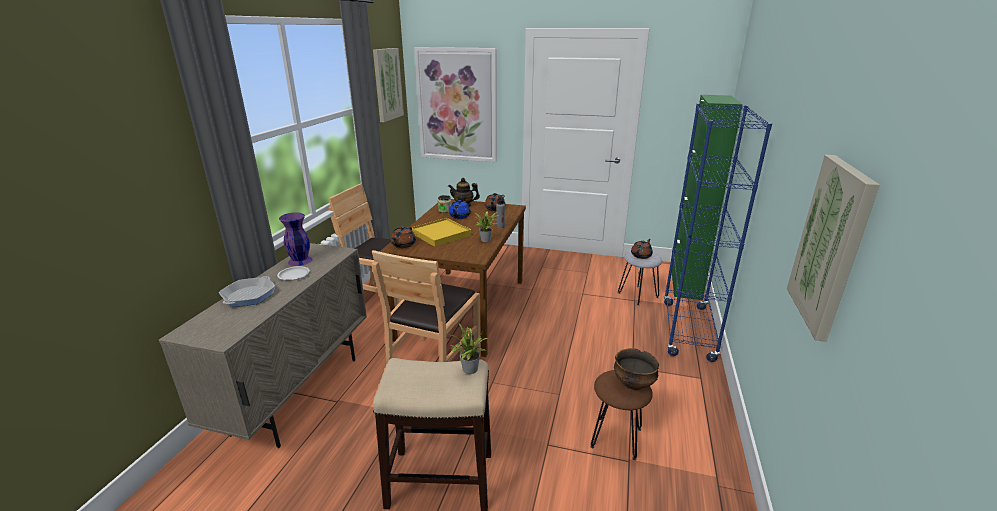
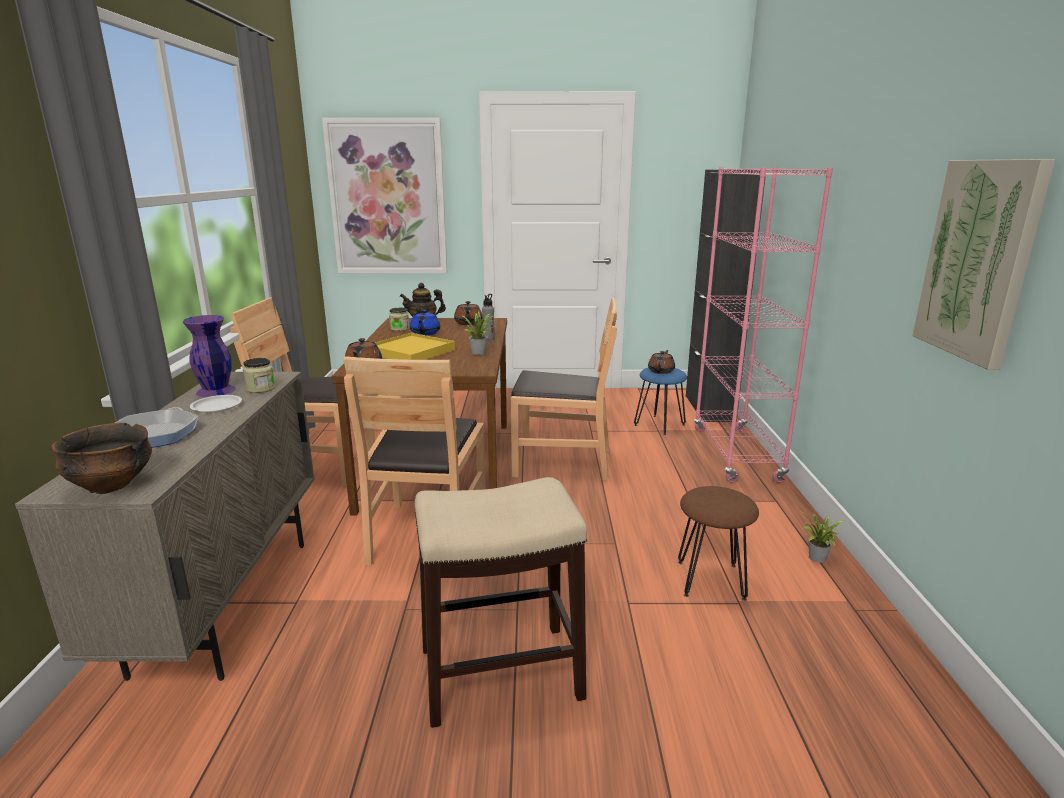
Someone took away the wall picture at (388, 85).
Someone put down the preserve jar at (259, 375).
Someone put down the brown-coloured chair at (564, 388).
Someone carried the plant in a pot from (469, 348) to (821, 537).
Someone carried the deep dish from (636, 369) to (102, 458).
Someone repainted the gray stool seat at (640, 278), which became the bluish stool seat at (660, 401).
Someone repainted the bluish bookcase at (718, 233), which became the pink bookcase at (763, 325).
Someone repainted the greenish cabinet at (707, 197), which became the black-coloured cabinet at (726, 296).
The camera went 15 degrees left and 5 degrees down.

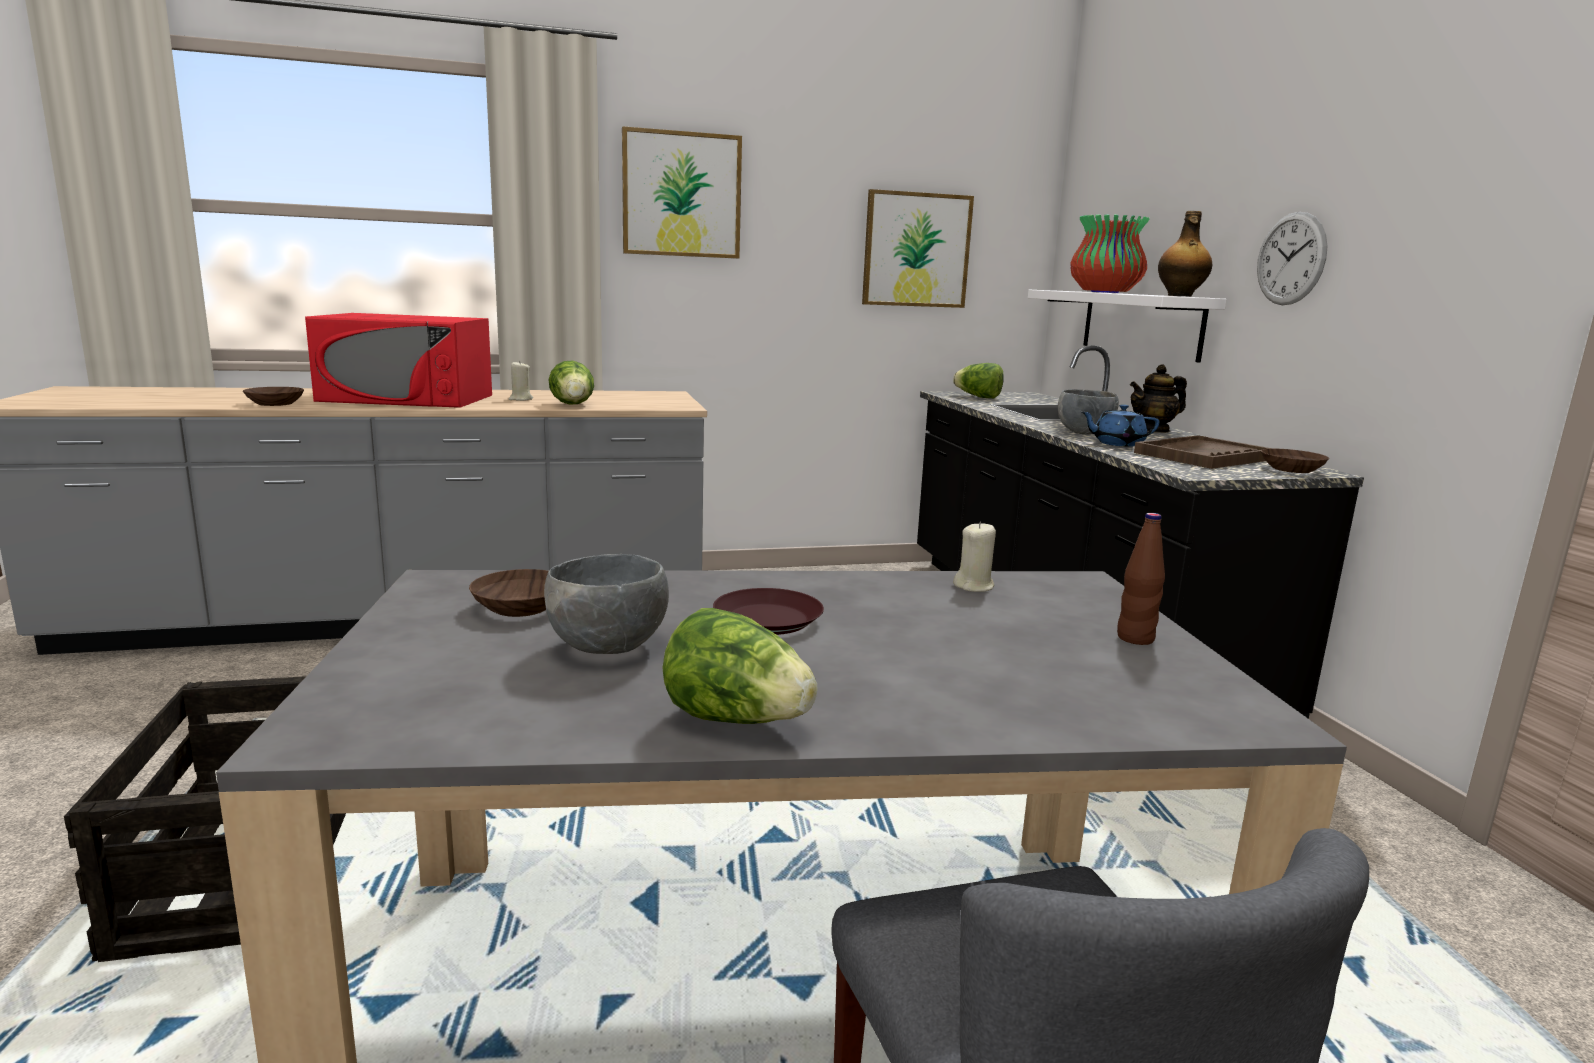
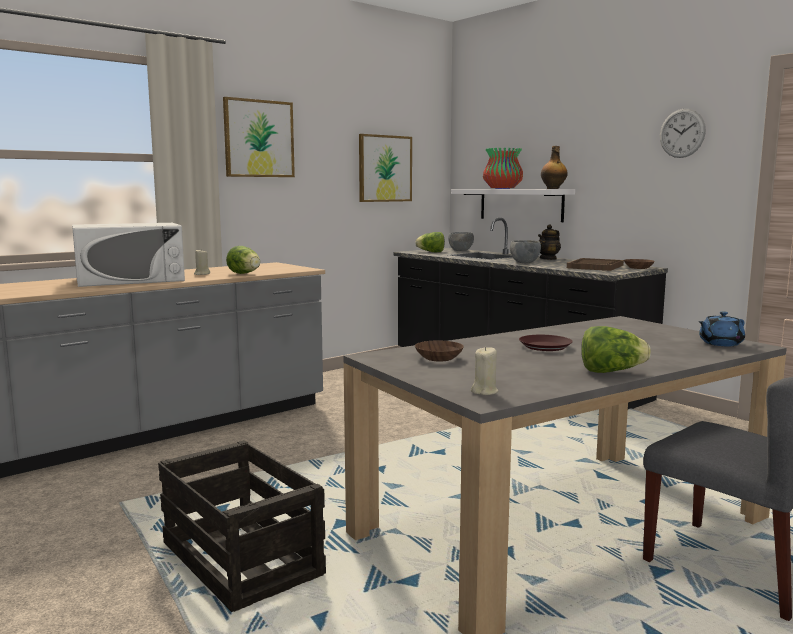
Someone took away the brown-coloured deep dish at (273, 396).
Someone took away the brown-coloured drink bottle at (1141, 579).
Someone carried the gray deep dish from (606, 604) to (461, 241).
Someone carried the beige wax candle from (974, 557) to (484, 370).
Someone carried the bluish pot for tea from (1120, 425) to (722, 328).
Someone carried the hanging clock from (1292, 258) to (683, 133).
Someone repainted the reddish kitchen microwave at (398, 360), which became the white-coloured kitchen microwave at (128, 255).
The camera went 25 degrees left and 5 degrees down.

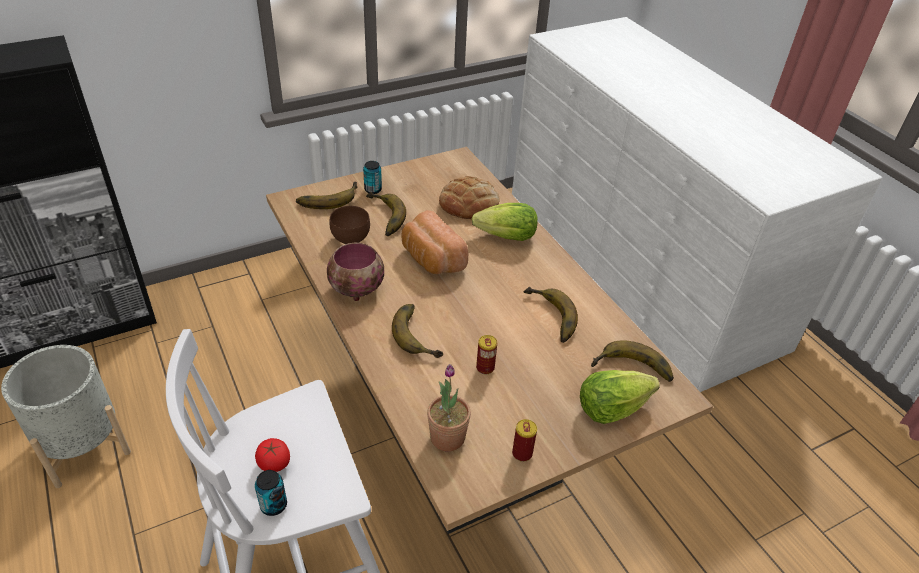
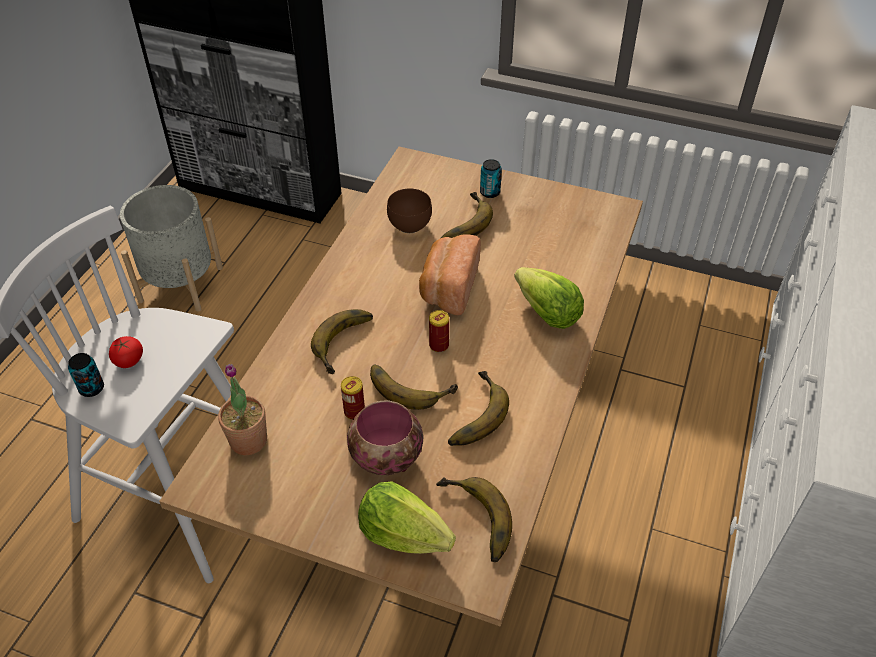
Someone took away the bakery bread at (469, 197).
Someone carried the banana from (327, 195) to (414, 387).
Someone carried the deep dish from (355, 272) to (385, 438).
Someone carried the sealed can from (524, 440) to (439, 331).
The camera went 50 degrees right and 5 degrees up.

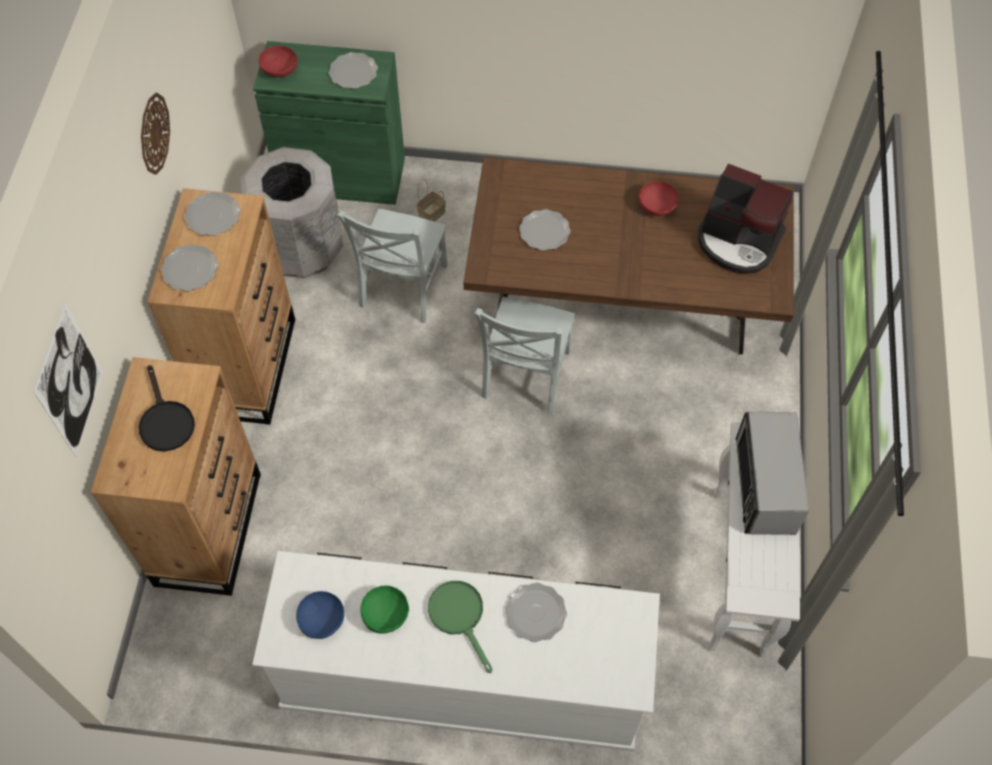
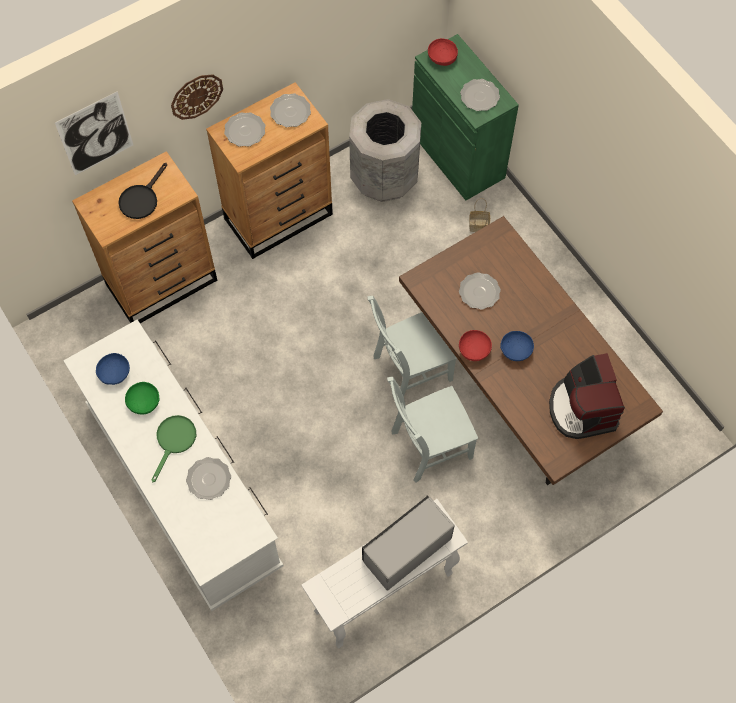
Someone put down the bluish deep dish at (517, 346).
Someone carried the hanging clock from (155, 134) to (197, 97).
Someone carried the gray chair from (392, 266) to (432, 430).
Someone carried the reddish deep dish from (658, 198) to (475, 345).
The camera went 50 degrees right and 5 degrees up.

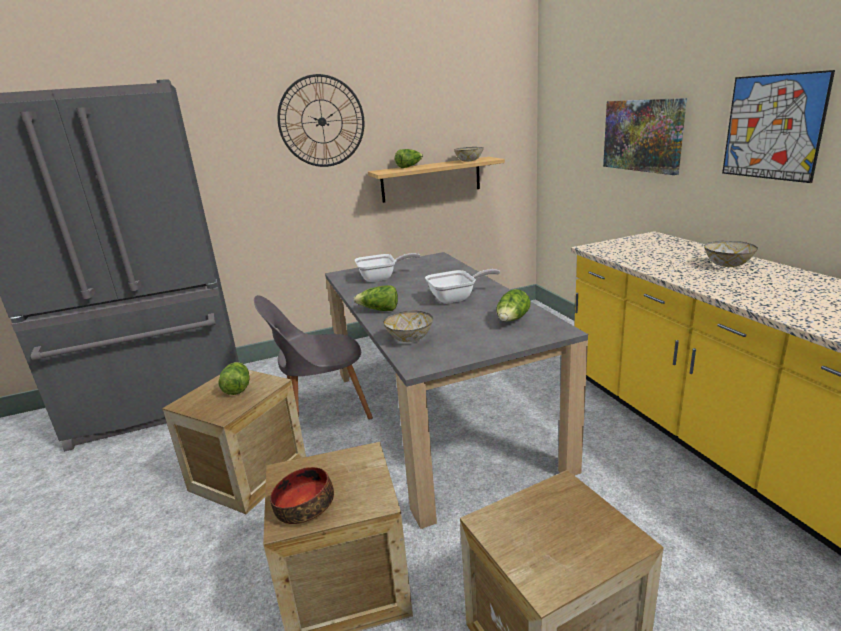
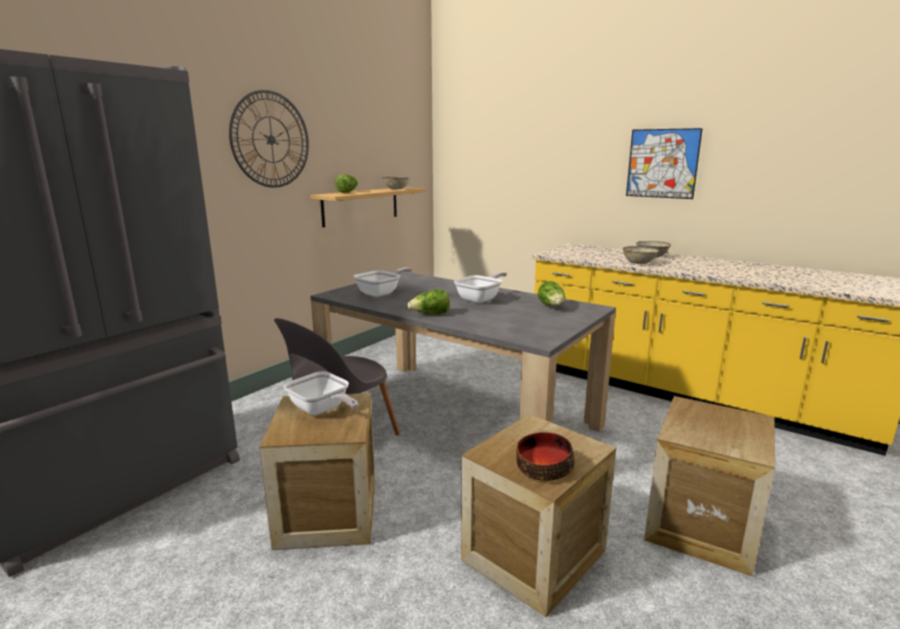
Someone took away the wall picture at (645, 136).
Someone carried the deep dish from (408, 326) to (641, 255).
Someone swapped the lettuce at (234, 378) for the pan at (321, 393).
The camera went 35 degrees left and 5 degrees down.

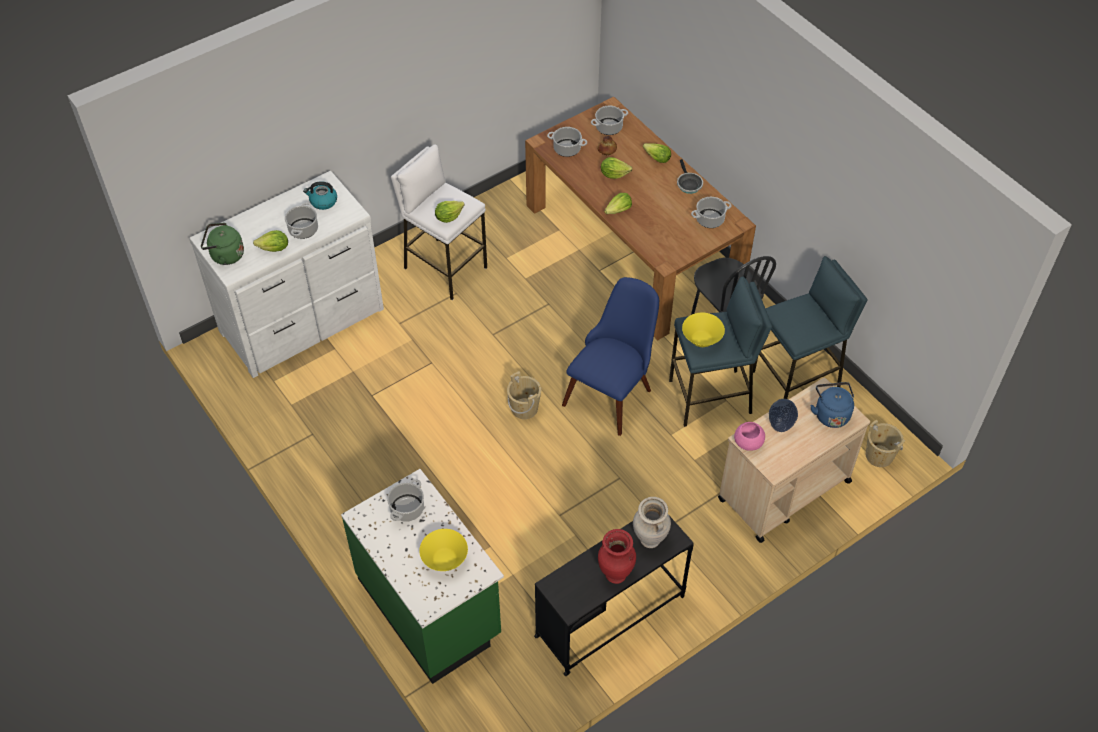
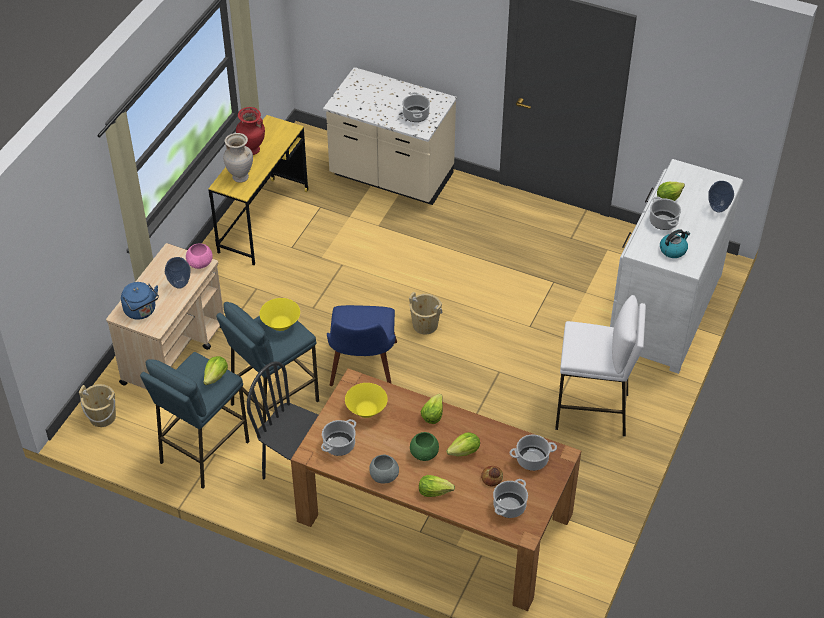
Someone took away the greenish kettle at (222, 244).
Someone put down the greenish deep dish at (424, 446).
Someone put down the flower vase at (721, 197).
Someone carried the yellowish deep dish from (443, 550) to (366, 400).
Someone carried the lettuce from (450, 212) to (215, 370).
Someone swapped the pan at (690, 176) for the gray deep dish at (384, 469).
Someone repainted the greenish kitchen base unit at (422, 576), which became the beige kitchen base unit at (390, 136).
Someone repainted the black-coloured desk unit at (614, 595), which became the yellowish desk unit at (258, 190).
The camera went 150 degrees right and 5 degrees down.

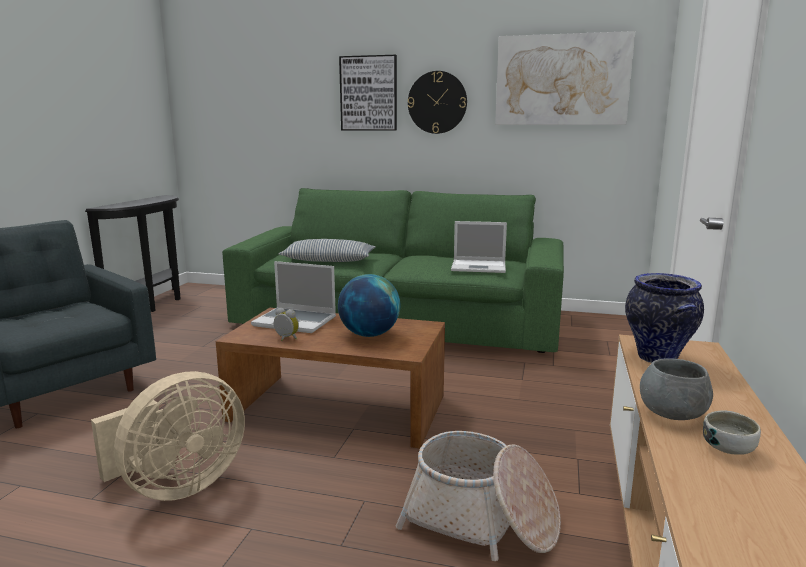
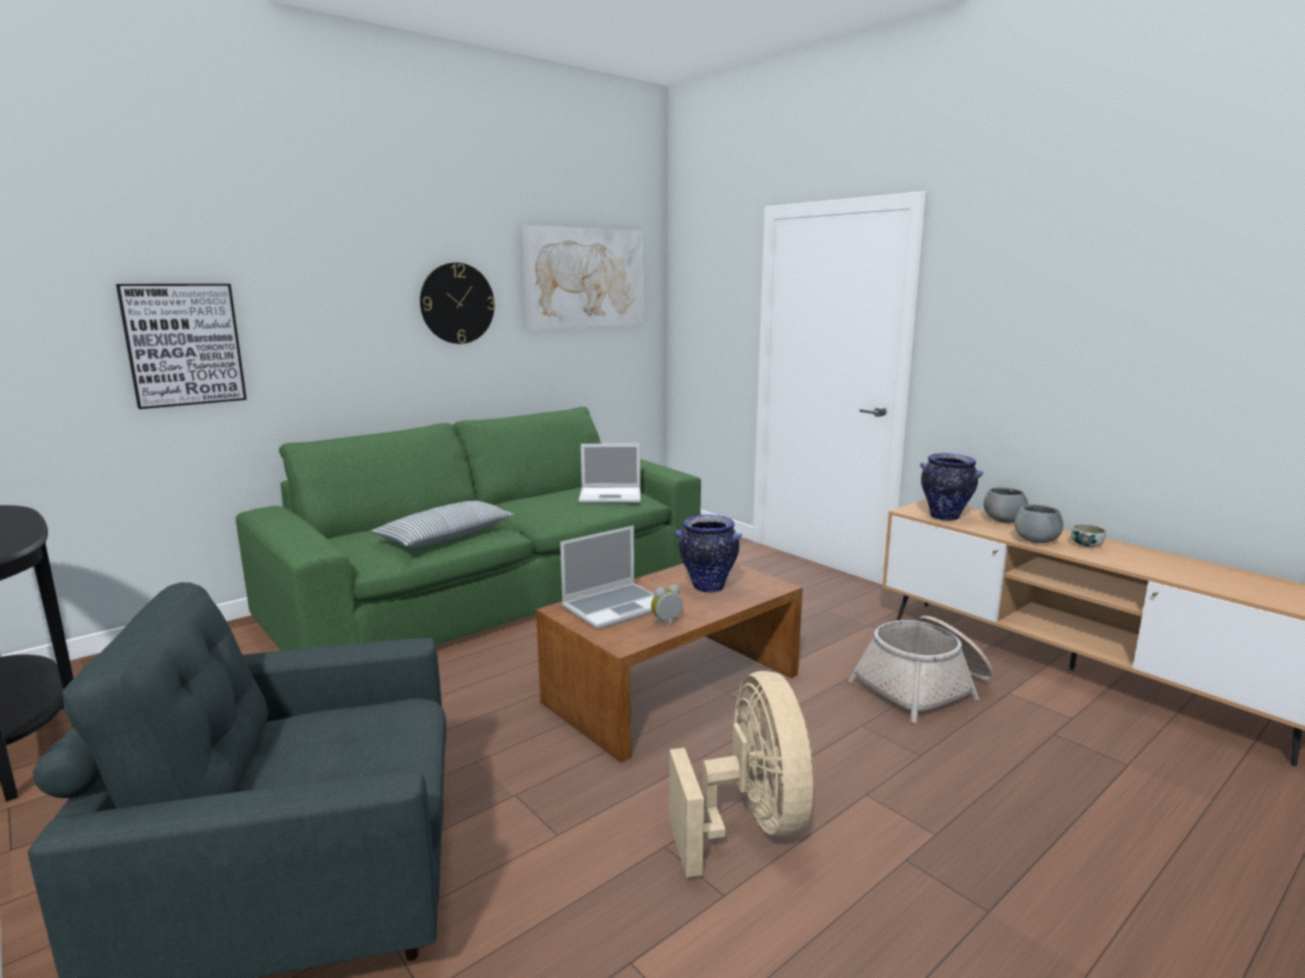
Someone put down the gray deep dish at (1005, 505).
Someone carried the wall picture from (368, 93) to (181, 346).
Someone swapped the desk globe at (369, 305) for the flower vase at (708, 554).
Someone rotated the portable computer at (479, 247) by 45 degrees clockwise.
The camera went 55 degrees left and 0 degrees up.

